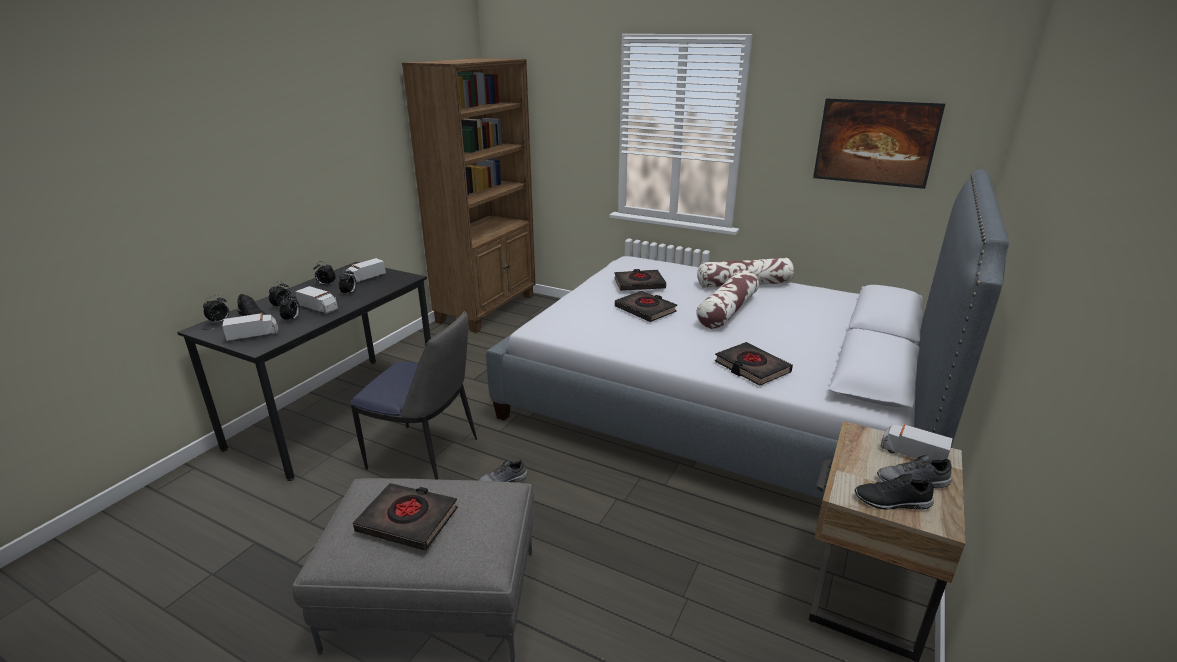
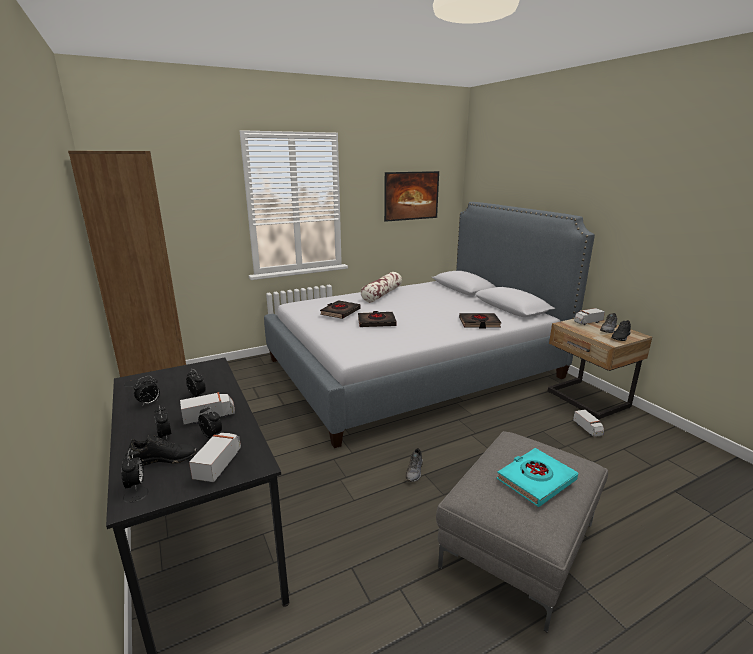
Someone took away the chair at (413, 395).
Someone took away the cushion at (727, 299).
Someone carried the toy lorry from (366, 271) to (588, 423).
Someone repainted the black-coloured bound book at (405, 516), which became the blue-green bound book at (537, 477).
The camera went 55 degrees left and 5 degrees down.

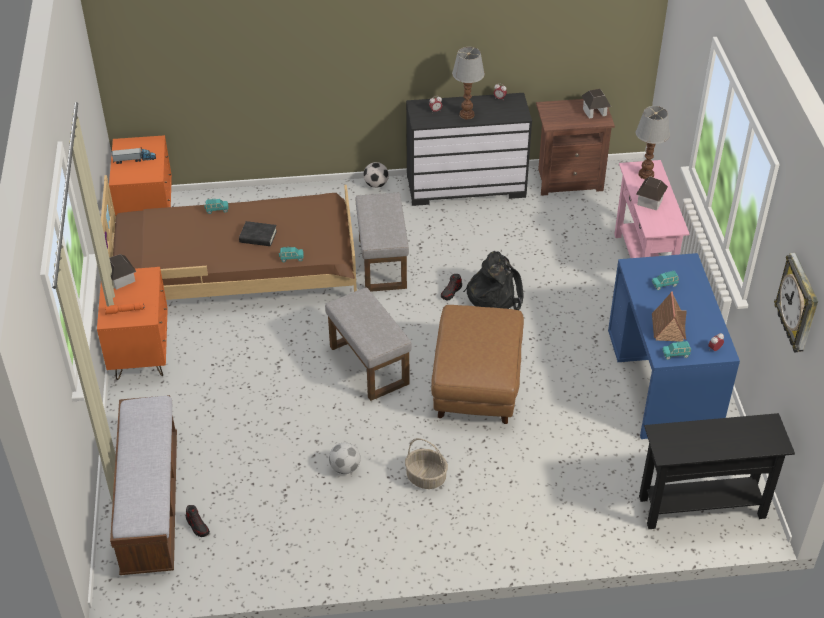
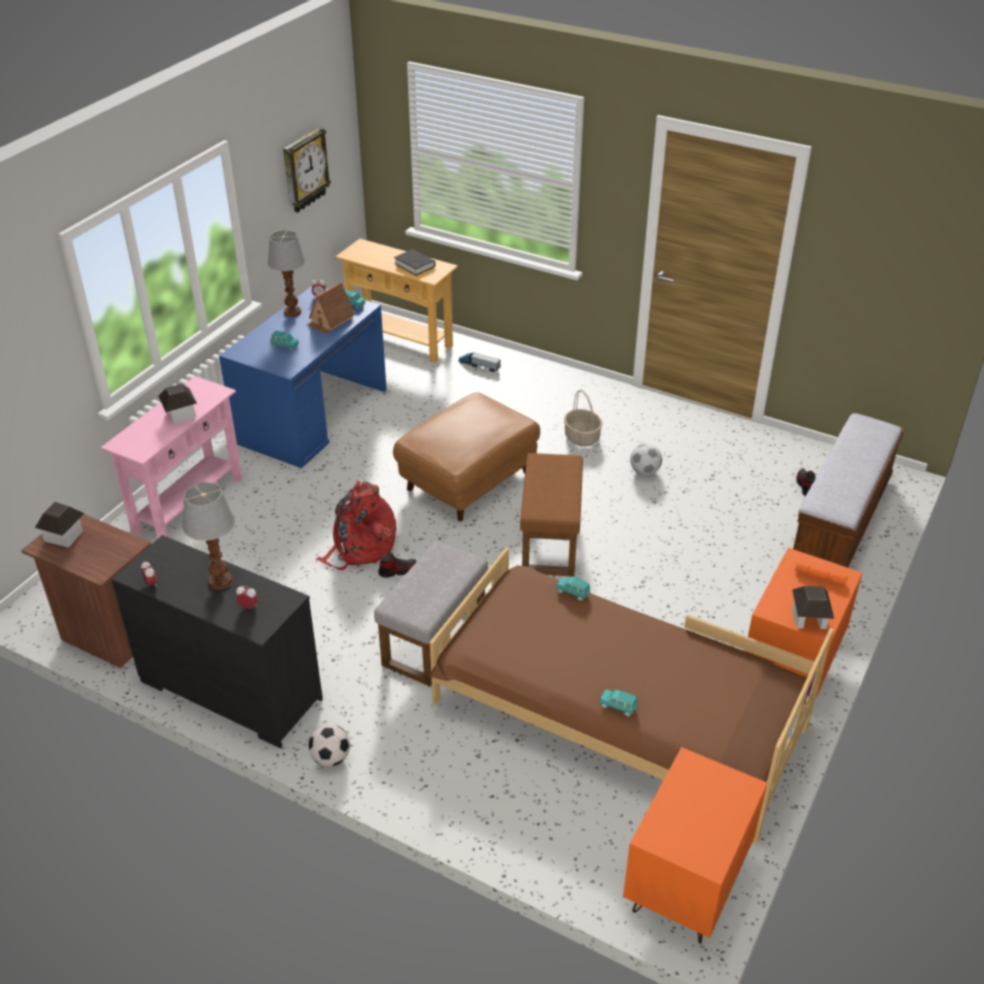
Someone carried the toy lorry from (134, 155) to (479, 361).
Someone carried the black-coloured bound book from (258, 233) to (414, 262).
Someone carried the table lamp from (653, 142) to (287, 273).
Someone repainted the gray pouffe at (368, 344), which became the brown-coloured pouffe at (551, 515).
Someone repainted the black-coloured knapsack at (493, 280), which became the reddish knapsack at (356, 525).
Someone repainted the black-coloured console table at (717, 471), which became the beige console table at (396, 301).
The camera went 145 degrees left and 5 degrees down.

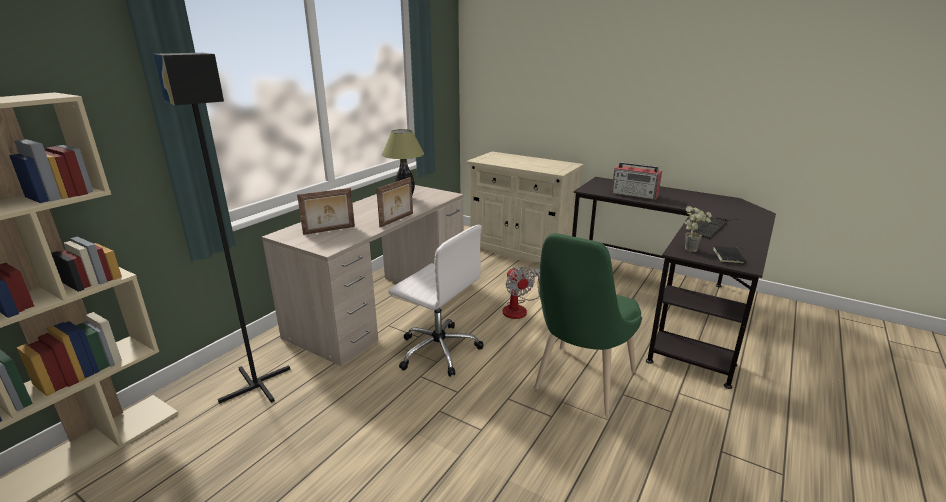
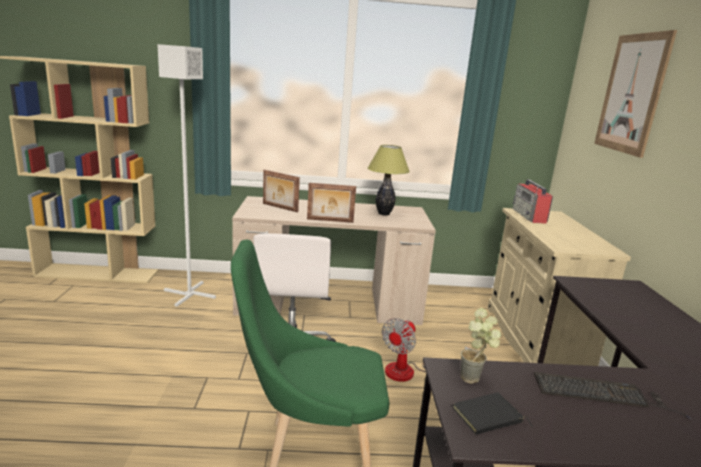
Someone put up the wall picture at (635, 94).
Someone carried the radio receiver from (637, 181) to (533, 201).
Someone repainted the black-coloured standard lamp at (221, 228), which became the white-coloured standard lamp at (186, 175).
The camera went 55 degrees right and 5 degrees down.

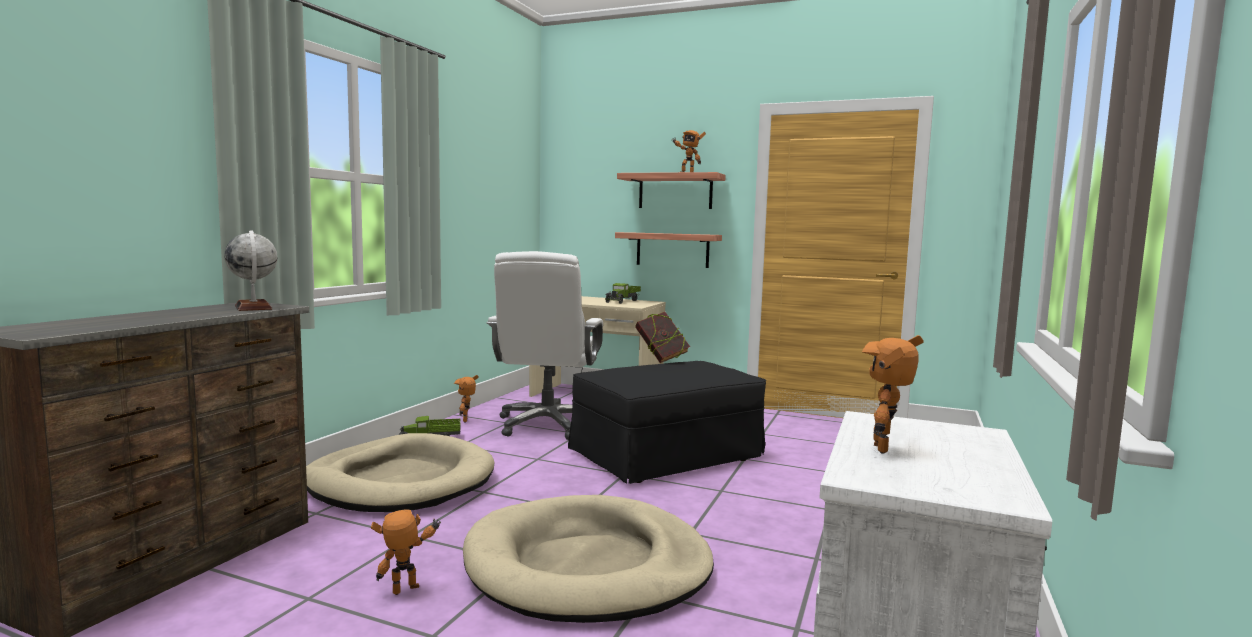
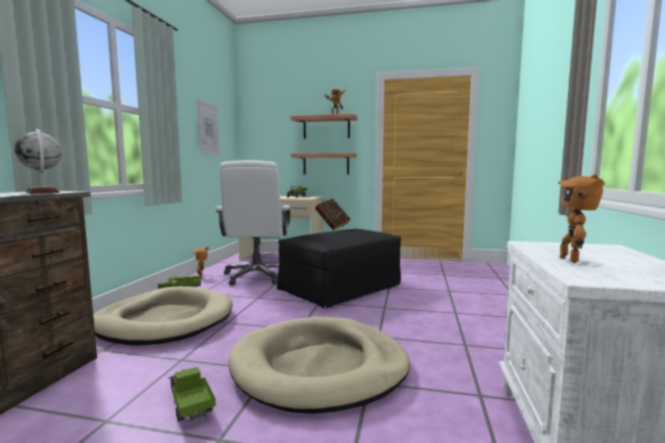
Someone put up the wall picture at (208, 128).
Someone swapped the toy robot at (406, 552) for the toy lorry at (192, 394).
The camera went 10 degrees left and 0 degrees up.

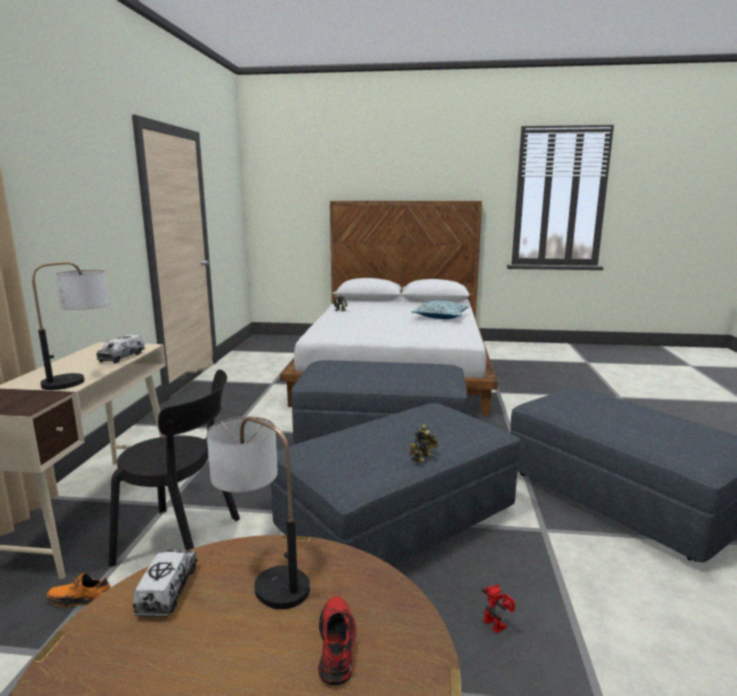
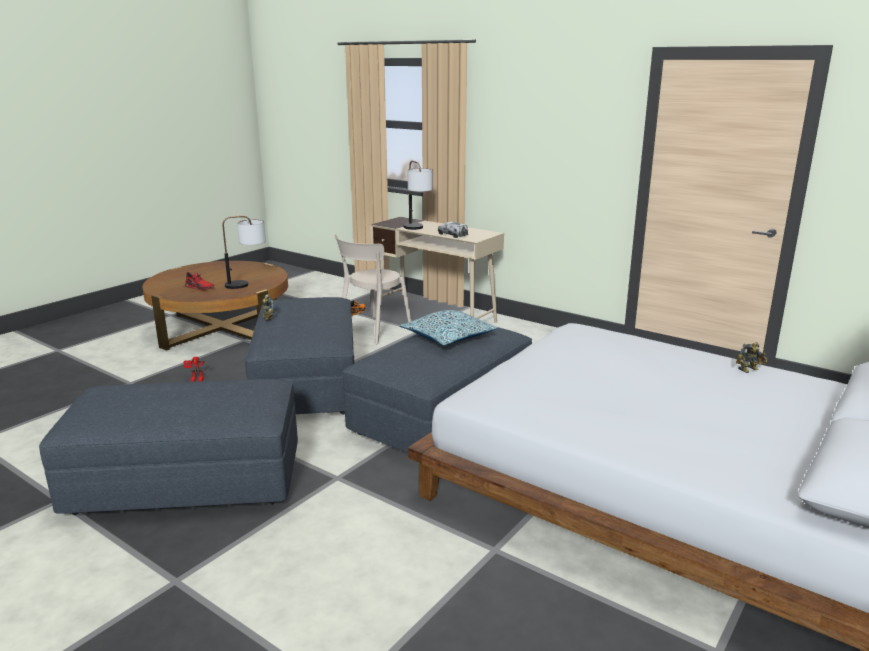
Someone took away the toy lorry at (165, 583).
Someone carried the cushion from (441, 310) to (449, 328).
Someone repainted the black-coloured chair at (174, 468), which became the beige chair at (373, 289).
The camera went 120 degrees right and 5 degrees up.

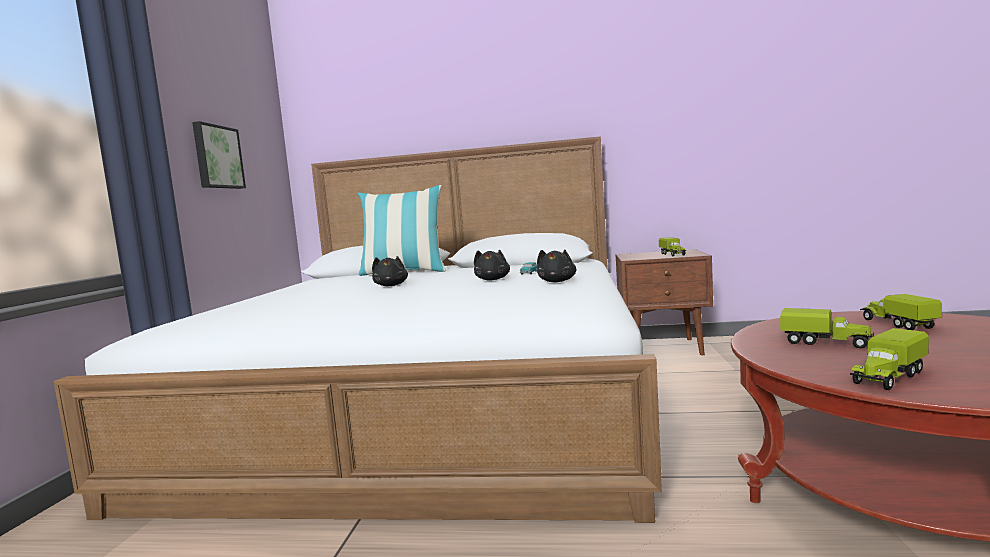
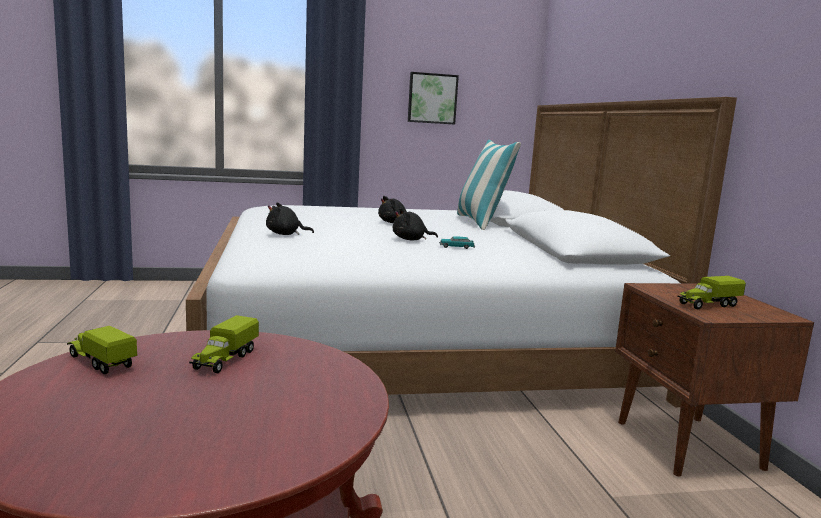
Someone took away the toy lorry at (901, 312).
Someone carried the black-coloured plush toy from (556, 265) to (290, 219).
The camera went 70 degrees right and 5 degrees up.

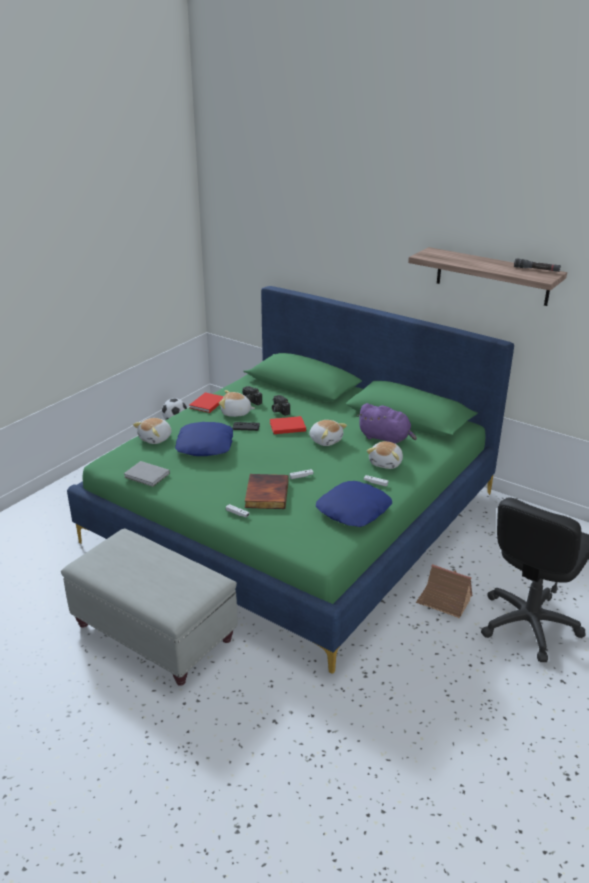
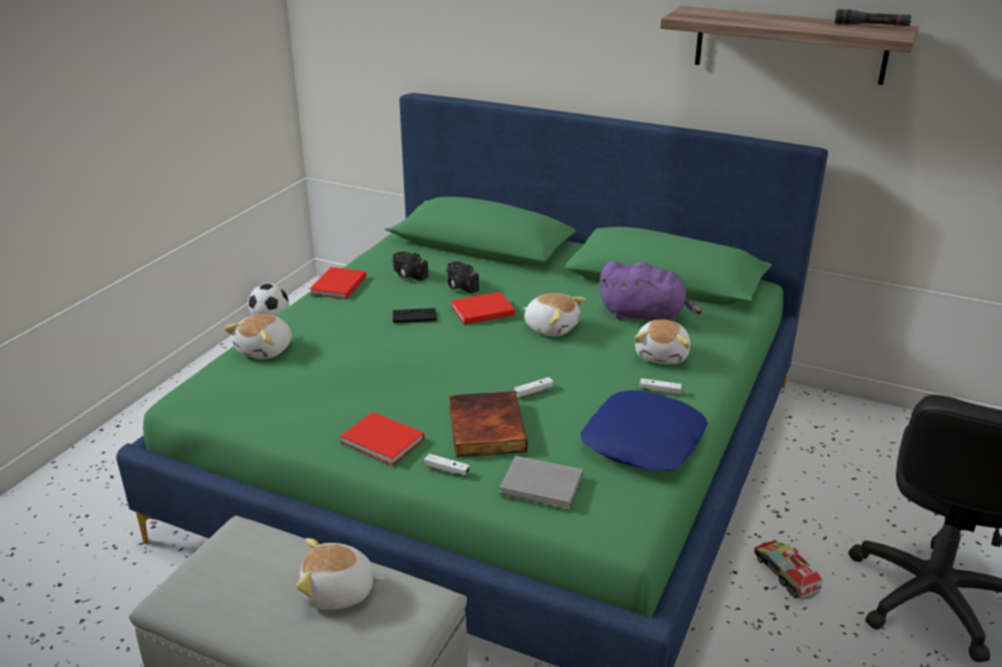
Someone took away the bluish cushion at (204, 439).
Someone put down the reddish bound book at (382, 438).
Someone carried the gray bound book from (147, 474) to (541, 482).
Someone carried the plush toy from (237, 403) to (340, 574).
Someone swapped the toy house at (444, 591) for the toy lorry at (788, 570).
The camera went 10 degrees left and 0 degrees up.

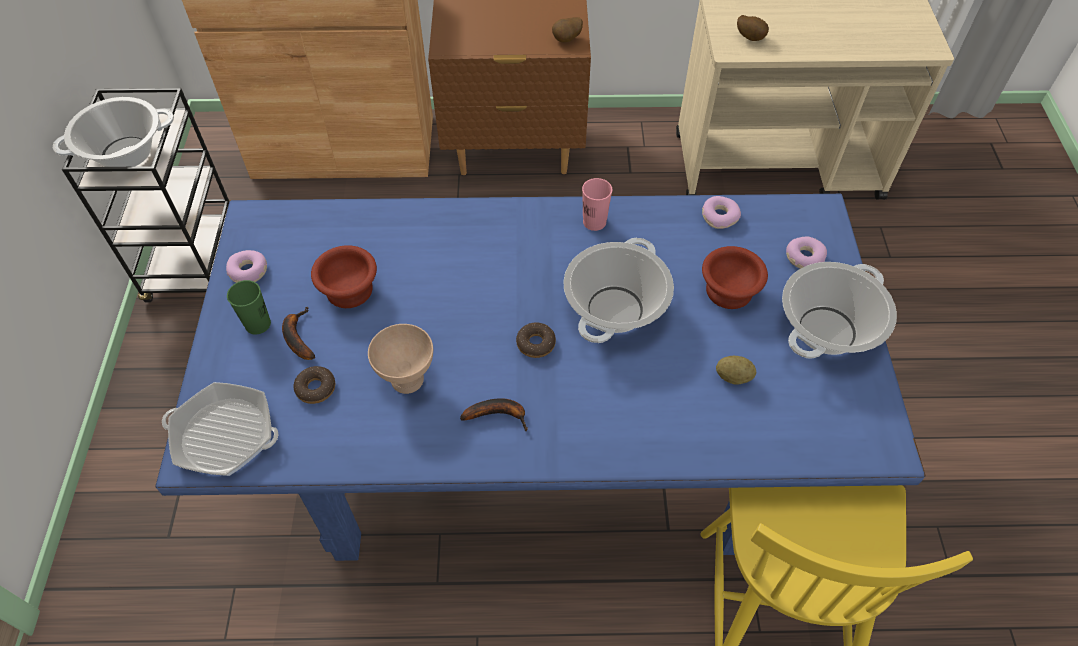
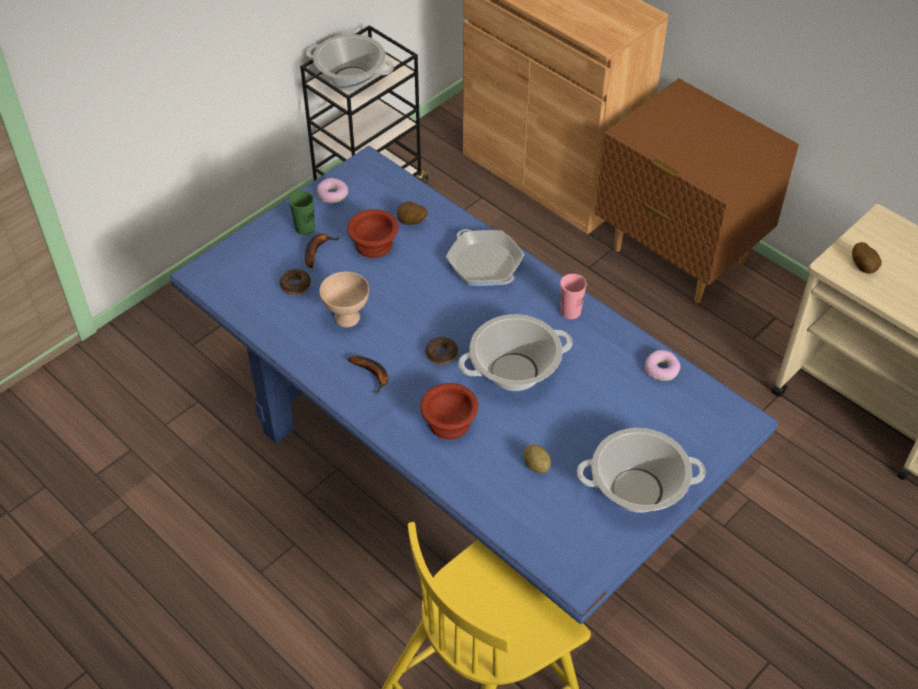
Someone took away the doughnut at (806, 253).
Someone carried the pan from (220, 429) to (485, 257).
Someone carried the spud from (567, 29) to (412, 213).
Someone carried the brown-coloured deep dish from (735, 277) to (449, 411).
The camera went 45 degrees right and 5 degrees down.

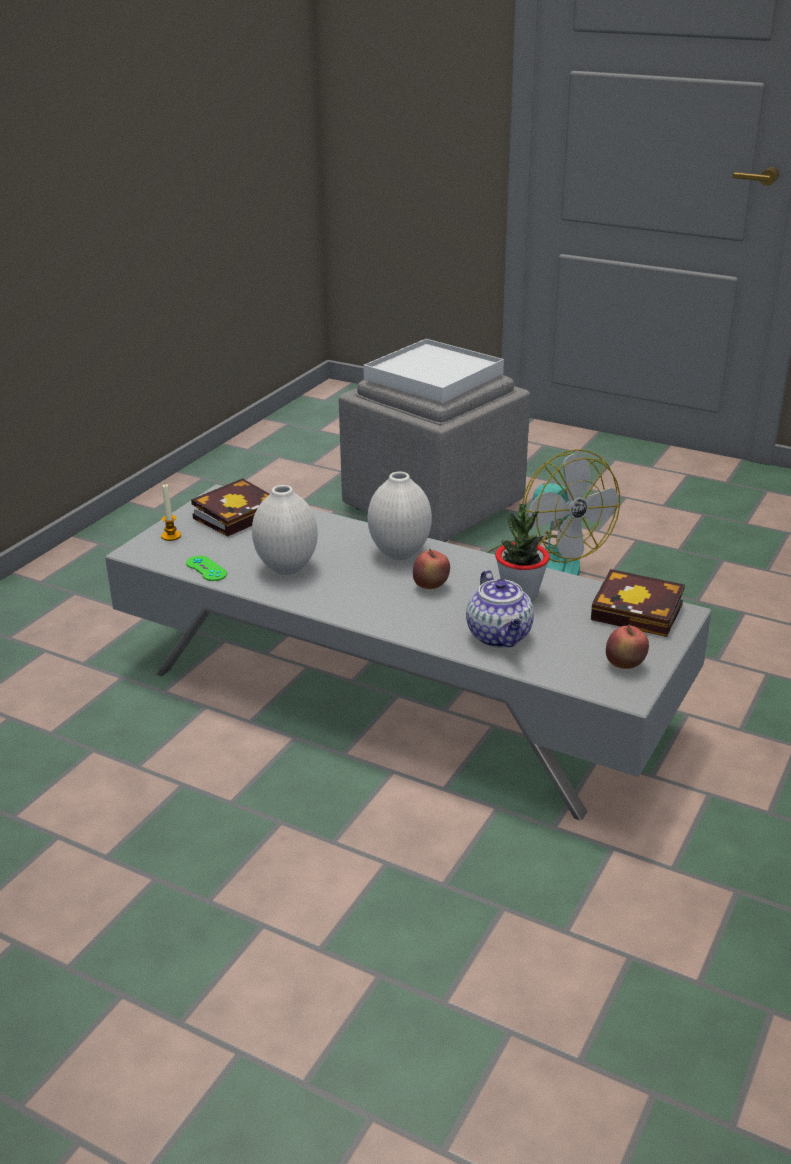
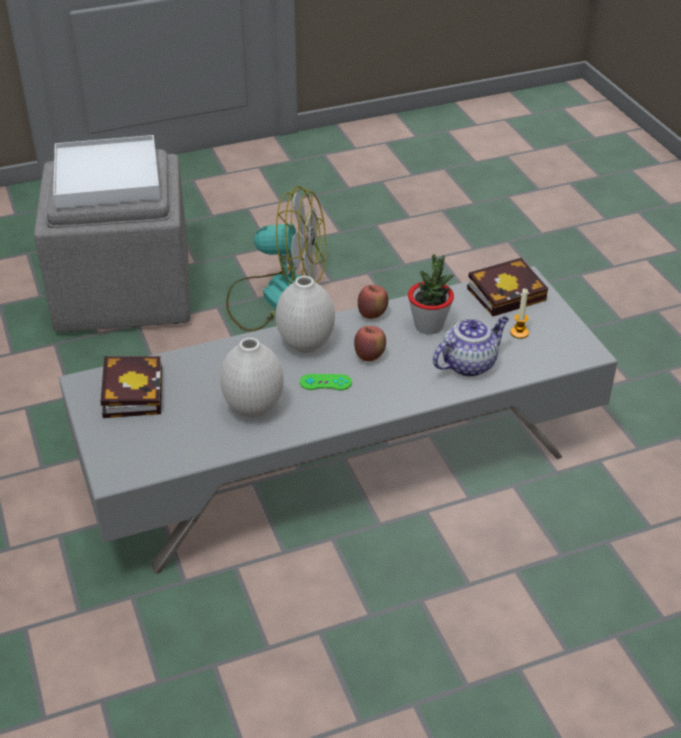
Someone carried the wax candle from (171, 512) to (519, 314).
Someone carried the greenish joypad from (206, 568) to (326, 382).
Someone carried the apple fruit from (627, 647) to (373, 302).
Someone rotated the pot for tea at (500, 609) by 60 degrees counterclockwise.
The camera went 50 degrees left and 10 degrees up.

